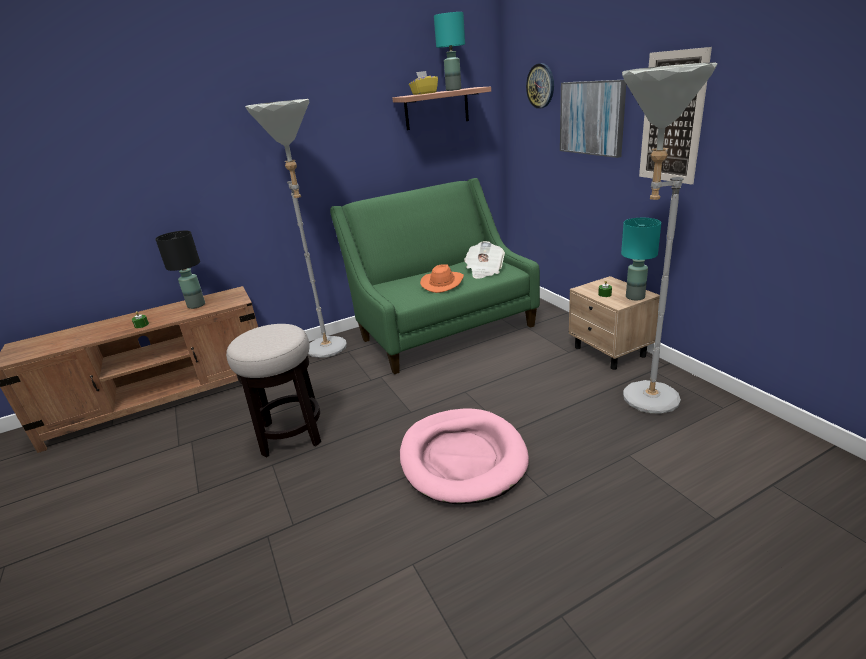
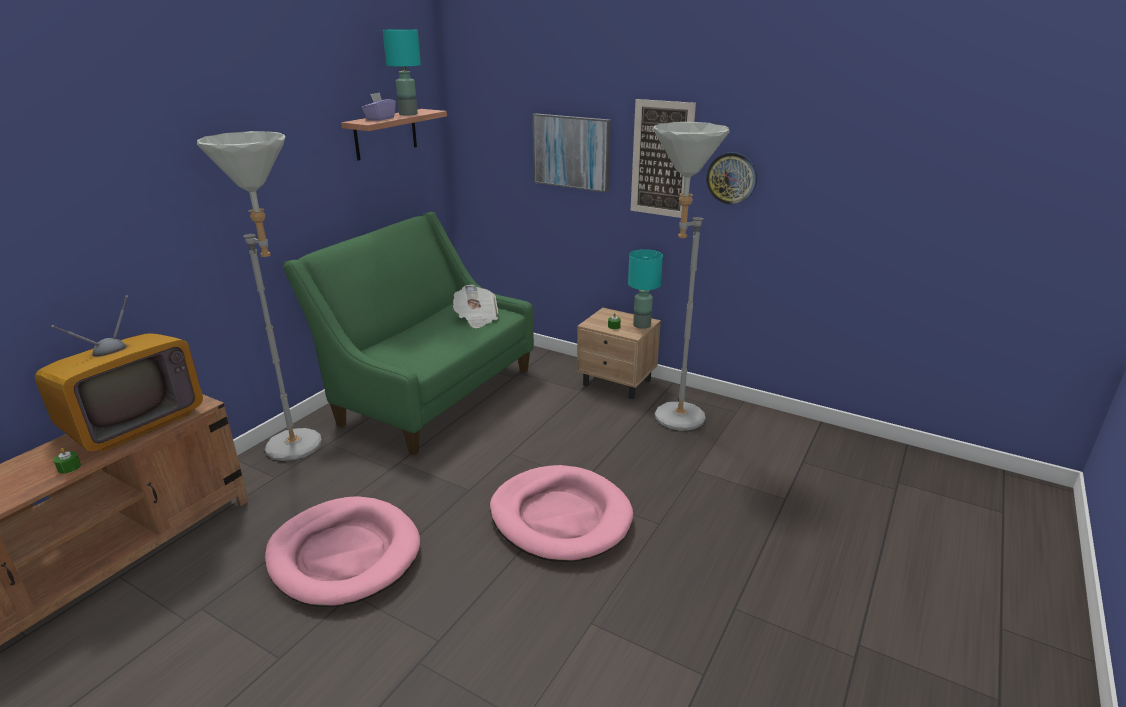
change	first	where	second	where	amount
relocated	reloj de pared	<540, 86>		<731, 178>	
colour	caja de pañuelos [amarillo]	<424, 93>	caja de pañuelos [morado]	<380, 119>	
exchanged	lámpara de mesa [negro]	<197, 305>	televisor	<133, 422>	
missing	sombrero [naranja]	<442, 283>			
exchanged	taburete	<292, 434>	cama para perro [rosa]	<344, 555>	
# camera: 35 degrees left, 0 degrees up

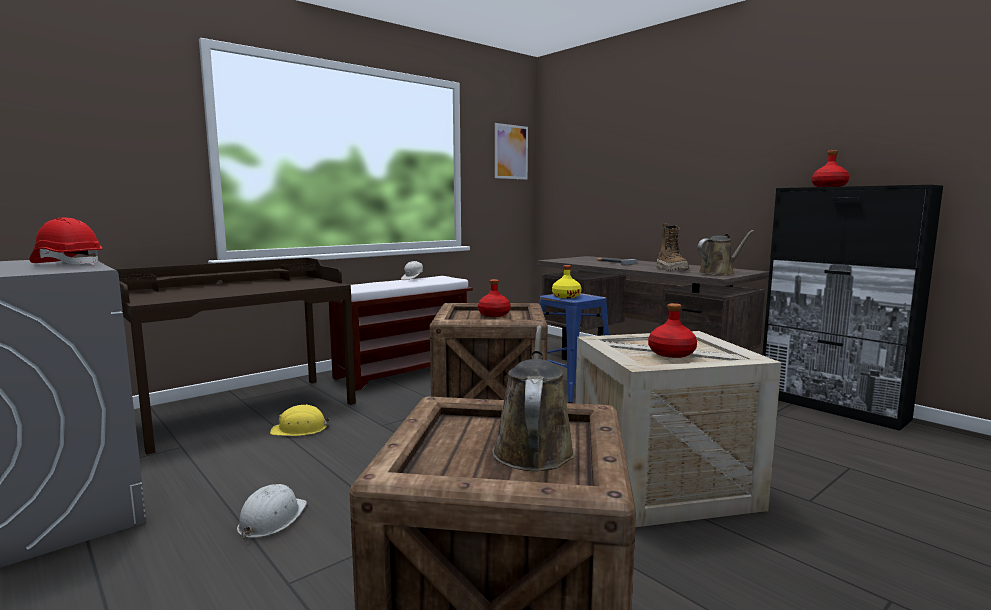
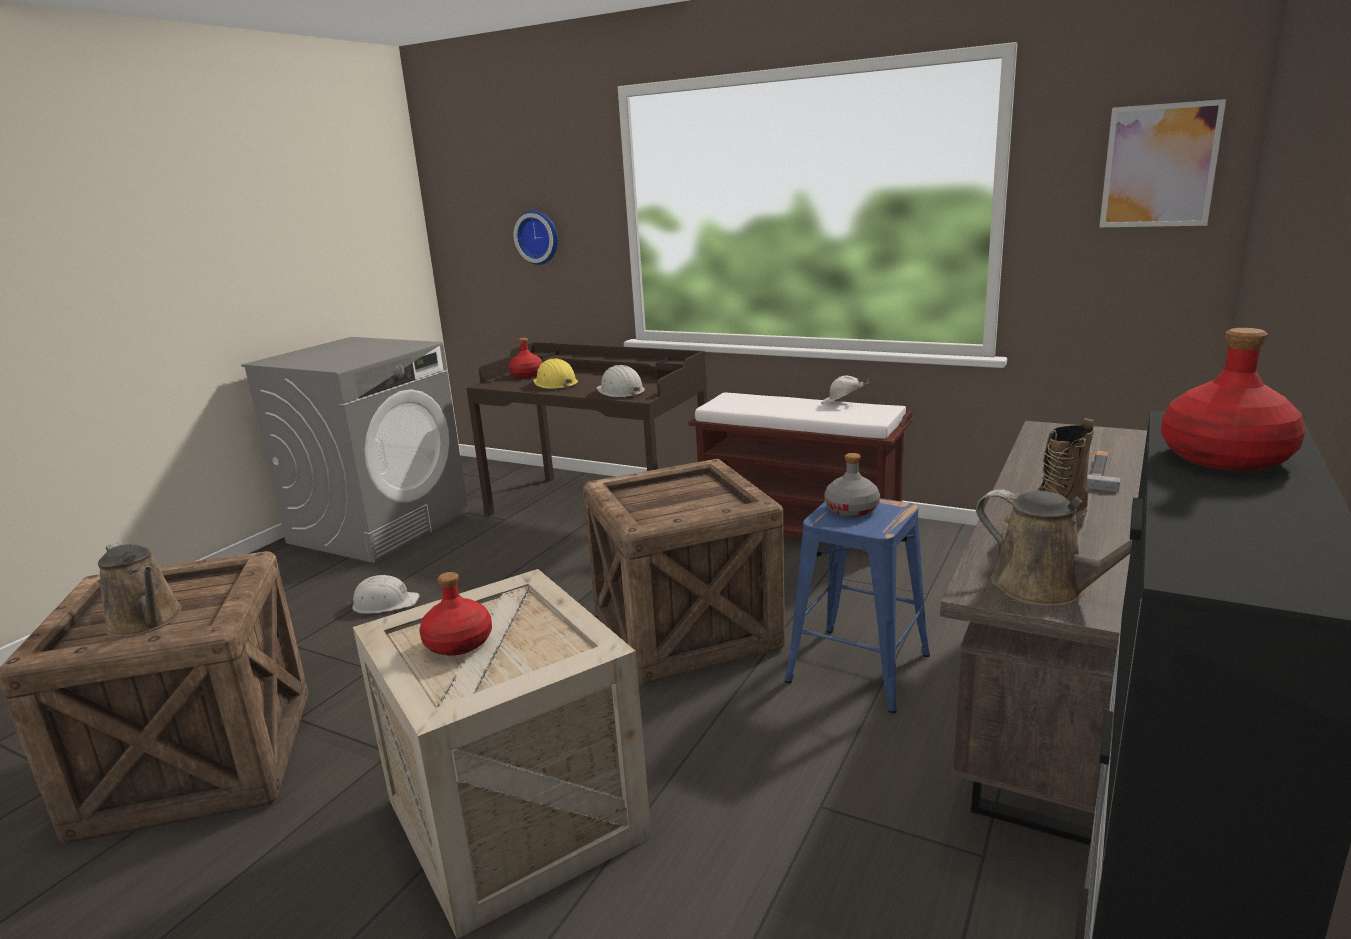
change	first	where	second	where	amount
missing	casco [rojo]	<68, 264>			
colour	botella [amarillo]	<566, 296>	botella [gris]	<852, 509>	
relocated	botella [rojo]	<494, 314>		<527, 375>	
spun	regadera [marrón]	<533, 449>		<147, 621>	60 degrees clockwise
relocated	casco [amarillo]	<300, 429>		<555, 383>	
appeared			reloj de pared	<538, 237>	
appeared			casco [blanco]	<620, 391>	
# camera: 70 degrees right, 10 degrees up

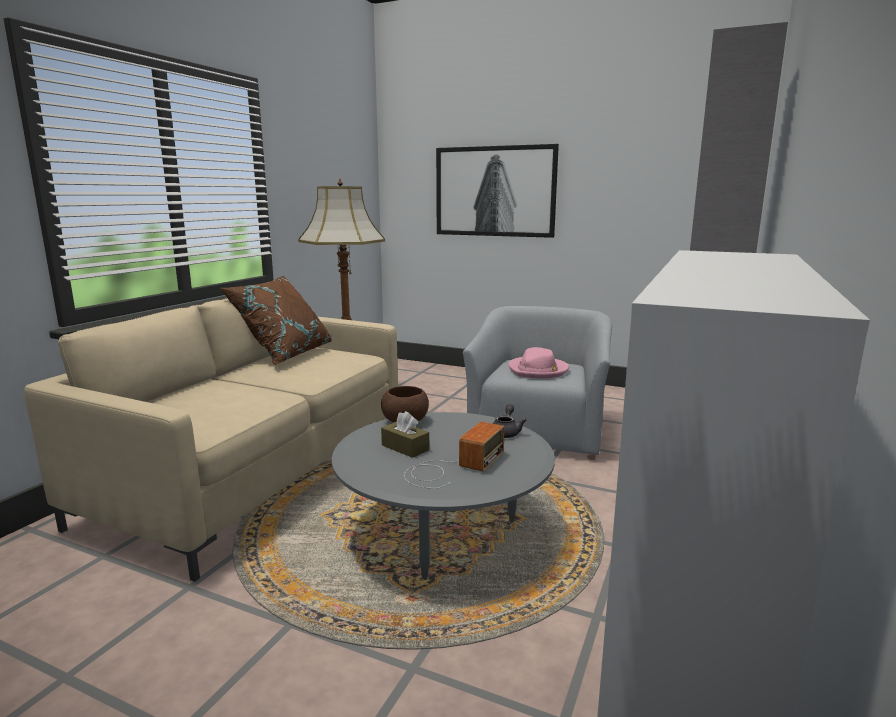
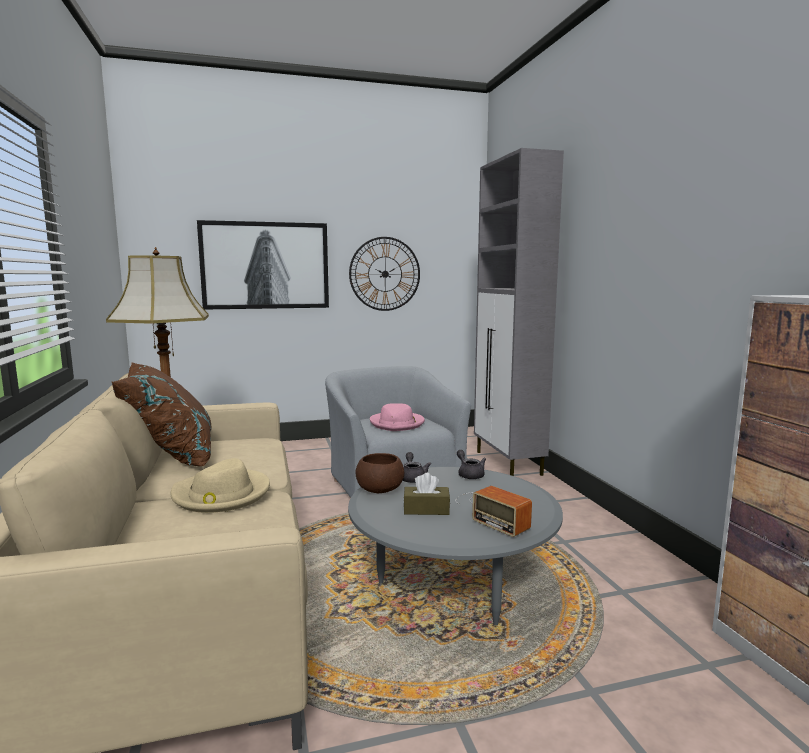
change	first	where	second	where	amount
spun	radio	<452, 467>		<491, 511>	150 degrees clockwise
appeared			reloj de pared	<385, 274>	
appeared			tetera [gris]	<413, 478>	
appeared			sombrero [beis]	<221, 495>	
# camera: 40 degrees left, 5 degrees down

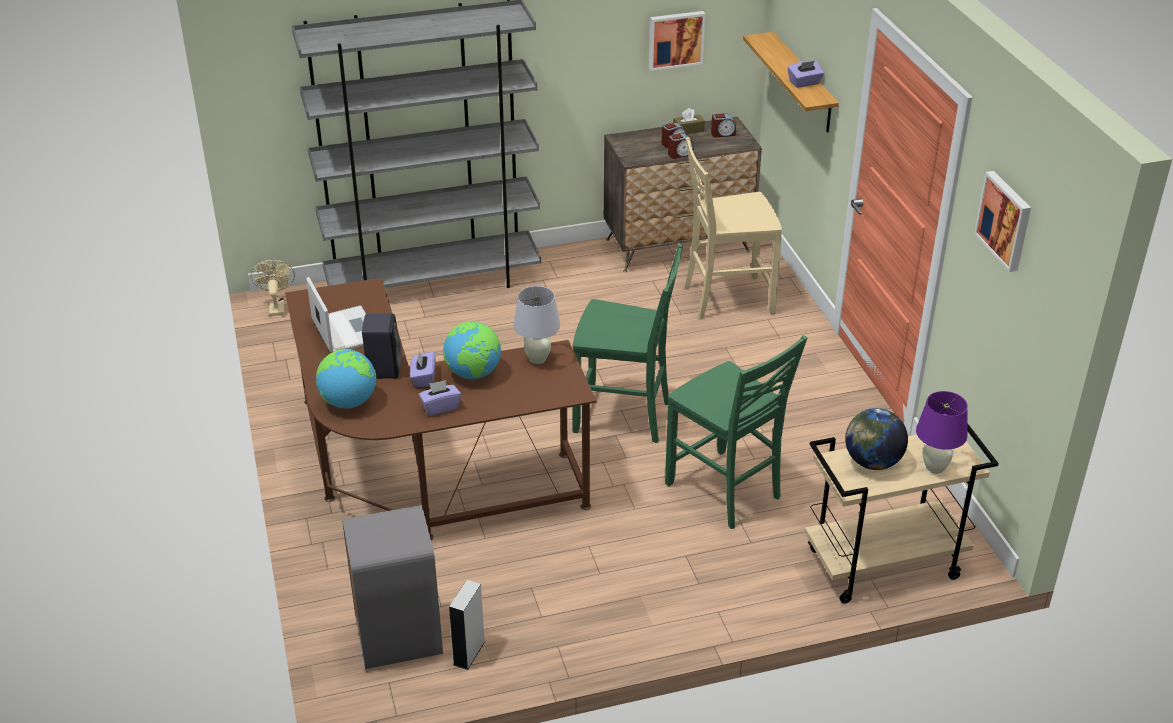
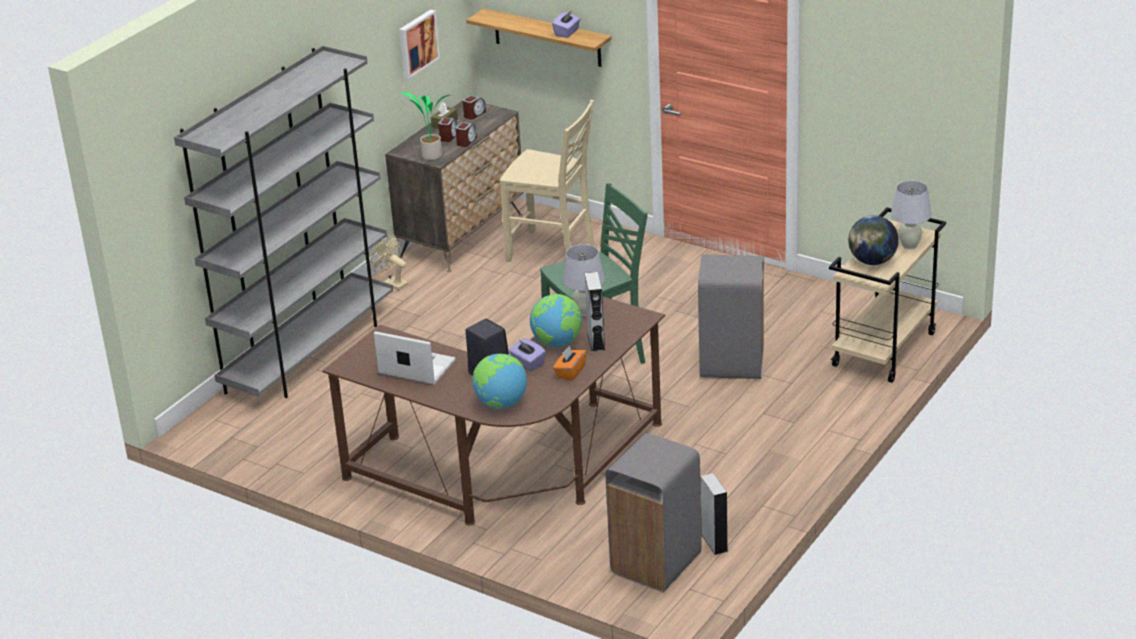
change	first	where	second	where	amount
spun	silla [beis]	<726, 298>		<552, 252>	105 degrees counterclockwise
missing	cuadro	<1005, 220>			
relocated	ventilador [beis]	<276, 306>		<391, 283>	
exchanged	silla [verde]	<725, 491>	papelera [gris]	<732, 365>	
colour	caja de pañuelos [morado]	<440, 407>	caja de pañuelos [naranja]	<570, 372>	
colour	lámpara de mesa [morado]	<934, 467>	lámpara de mesa [blanco]	<909, 246>	
appeared			planta en maceta	<430, 156>	
appeared			altavoz [gris]	<596, 341>	
# camera: 40 degrees left, 5 degrees down

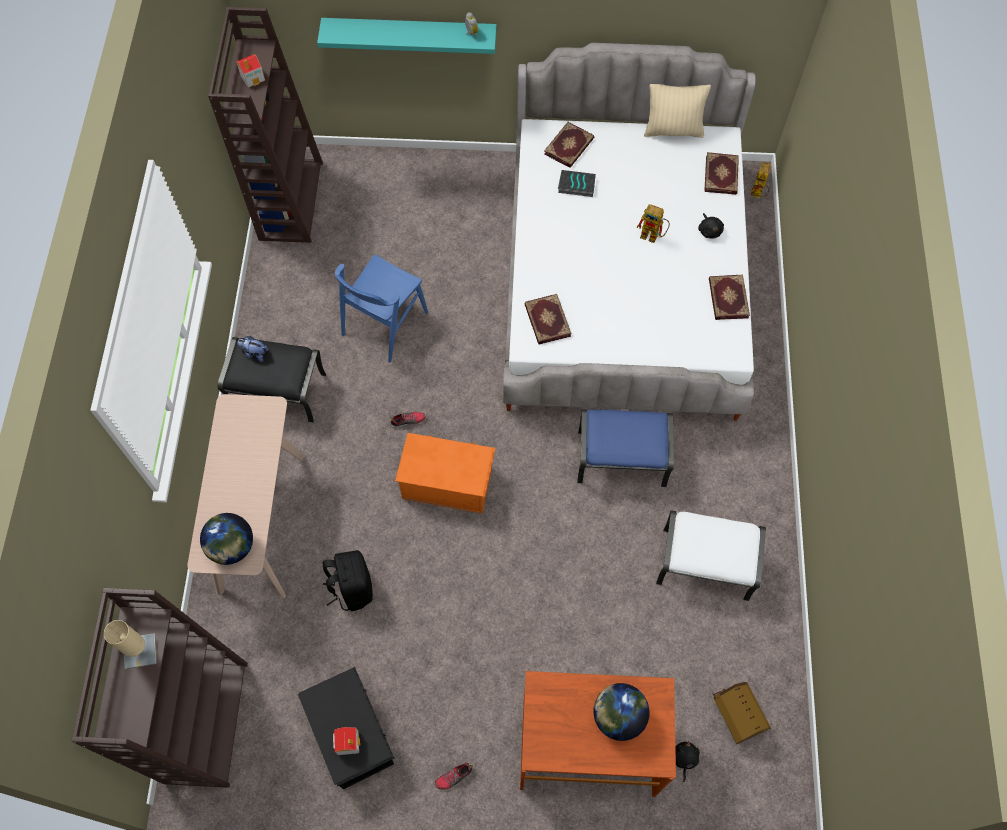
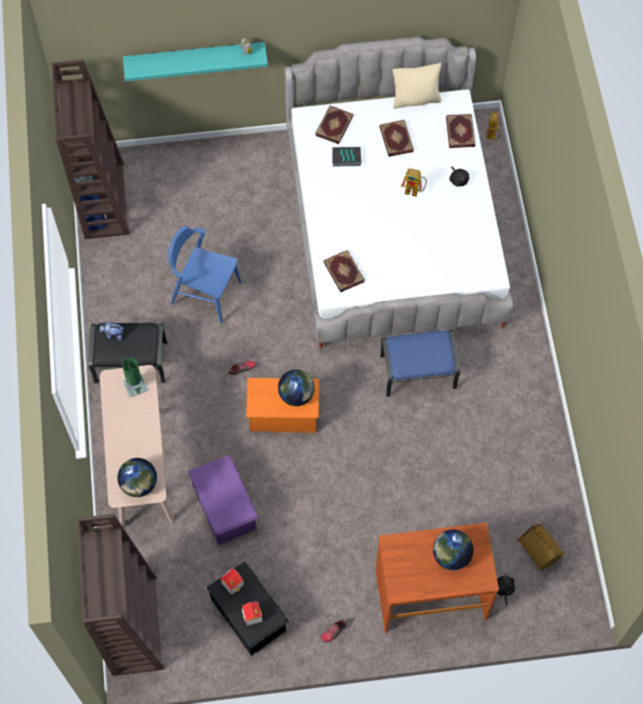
change	first	where	second	where	amount
relocated	casita	<253, 77>		<233, 583>	
spun	silla [azul]	<384, 323>		<205, 293>	90 degrees clockwise
relocated	libro	<727, 298>		<395, 139>	
missing	puf [blanco]	<704, 565>			
exchanged	mochila [negro]	<352, 588>	caja de almacenaje [morado]	<225, 506>	
missing	lámpara de mesa [beis]	<140, 651>			
appeared			lámpara de mesa [verde]	<135, 385>	
appeared			globo terráqueo	<296, 395>	
# camera: 10 degrees left, 0 degrees up

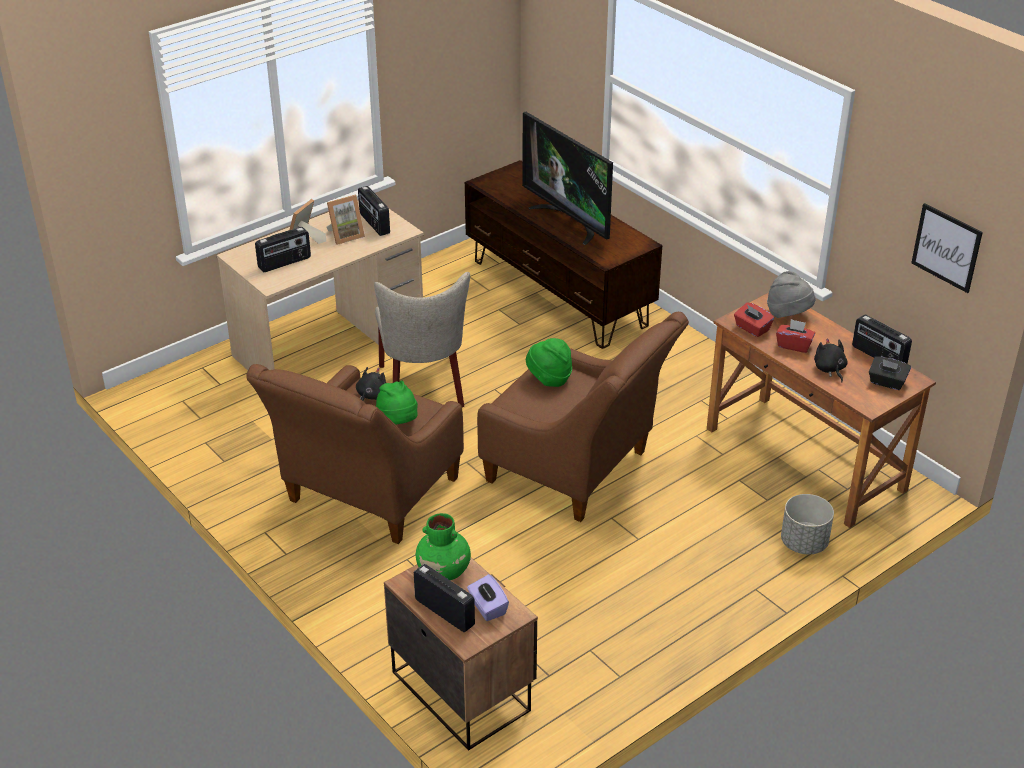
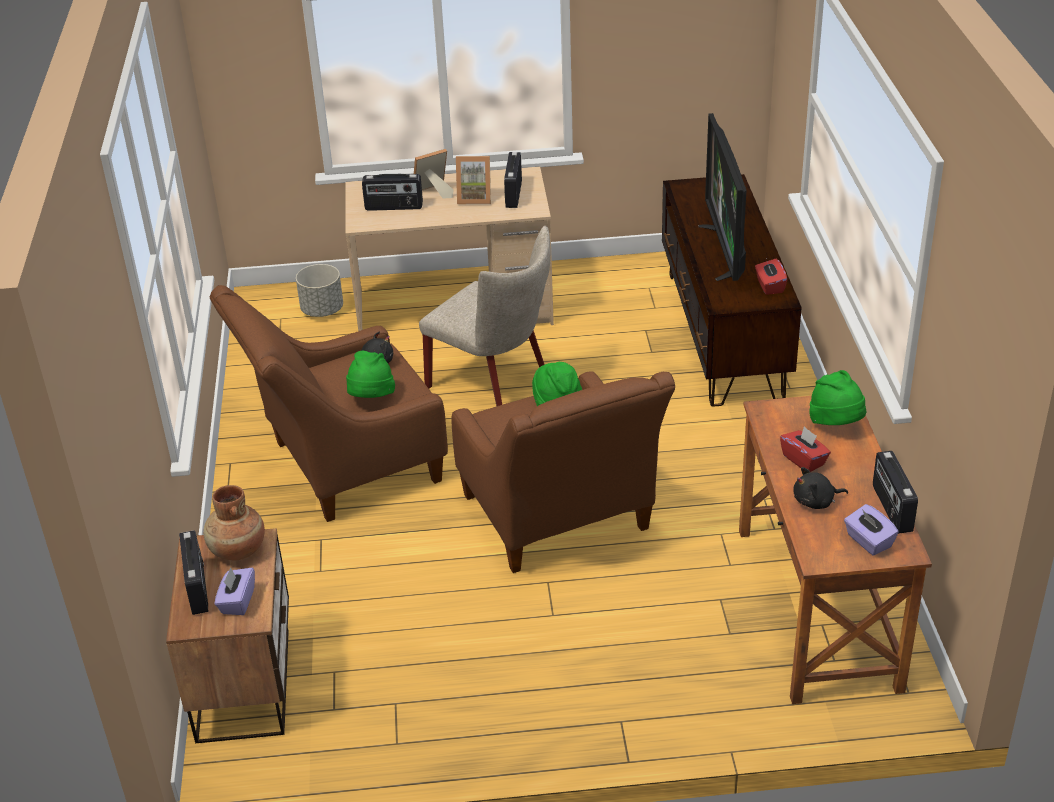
change	first	where	second	where	amount
missing	cuadro	<946, 247>			
colour	sombrero [gris]	<788, 314>	sombrero [verde]	<836, 424>	
spun	silla [beis]	<424, 390>		<495, 384>	75 degrees counterclockwise
relocated	caja de pañuelos [rojo]	<752, 328>		<769, 286>	
spun	peluche [negro]	<829, 369>		<816, 501>	120 degrees counterclockwise
colour	caja de pañuelos [negro]	<887, 382>	caja de pañuelos [morado]	<868, 541>	
relocated	maceta [gris]	<804, 543>		<322, 310>	
colour	florero [verde]	<444, 571>	florero [marrón]	<237, 550>	
# camera: 35 degrees right, 0 degrees up

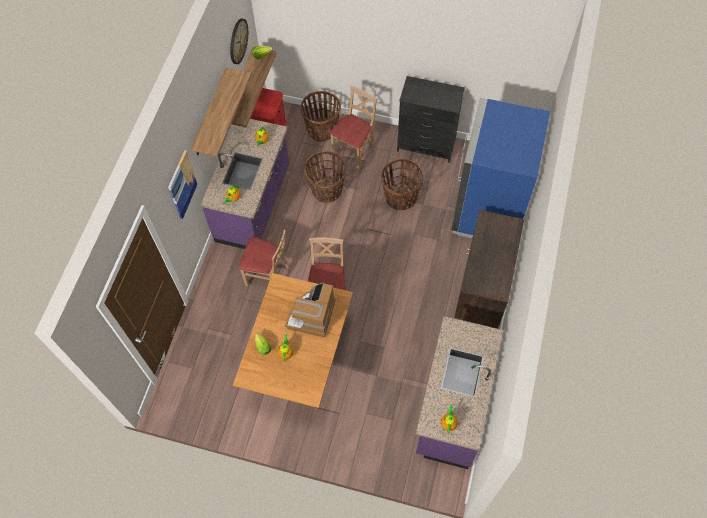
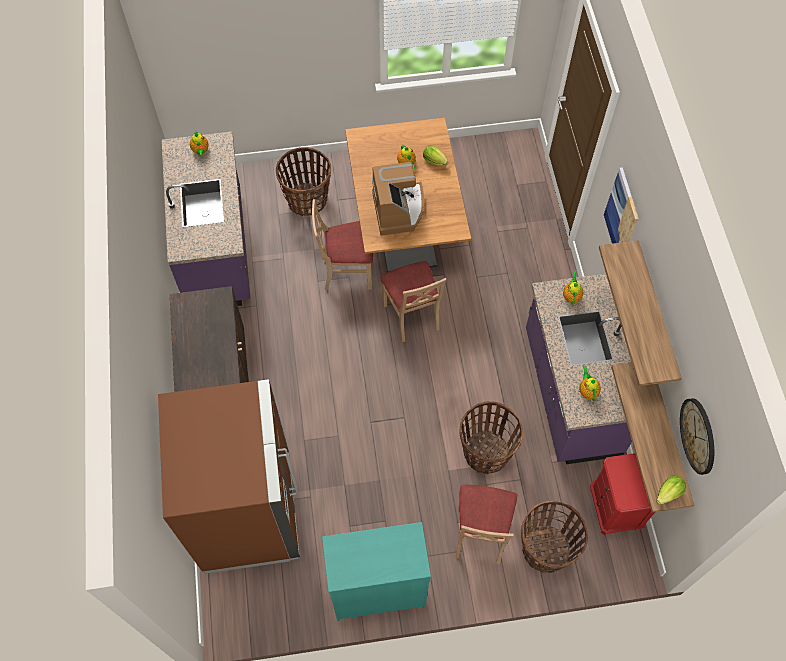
change	first	where	second	where	amount
colour	cómoda [negro]	<426, 145>	cómoda [turquesa]	<377, 588>	
colour	nevera [azul]	<488, 210>	nevera [marrón]	<248, 513>	
relocated	cesta	<400, 198>		<307, 200>	
relocated	silla [beis]	<268, 275>		<347, 271>	
# camera: 155 degrees right, 0 degrees up

